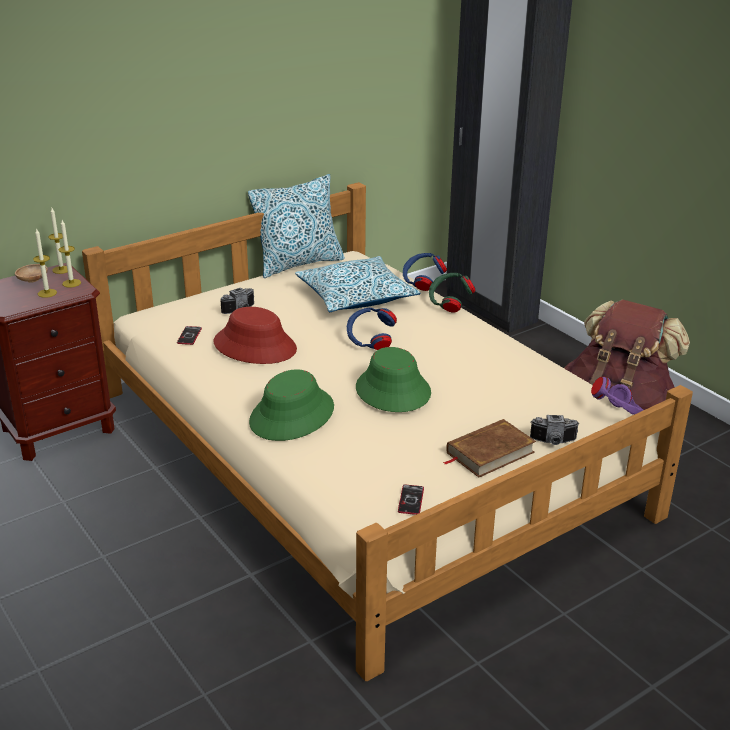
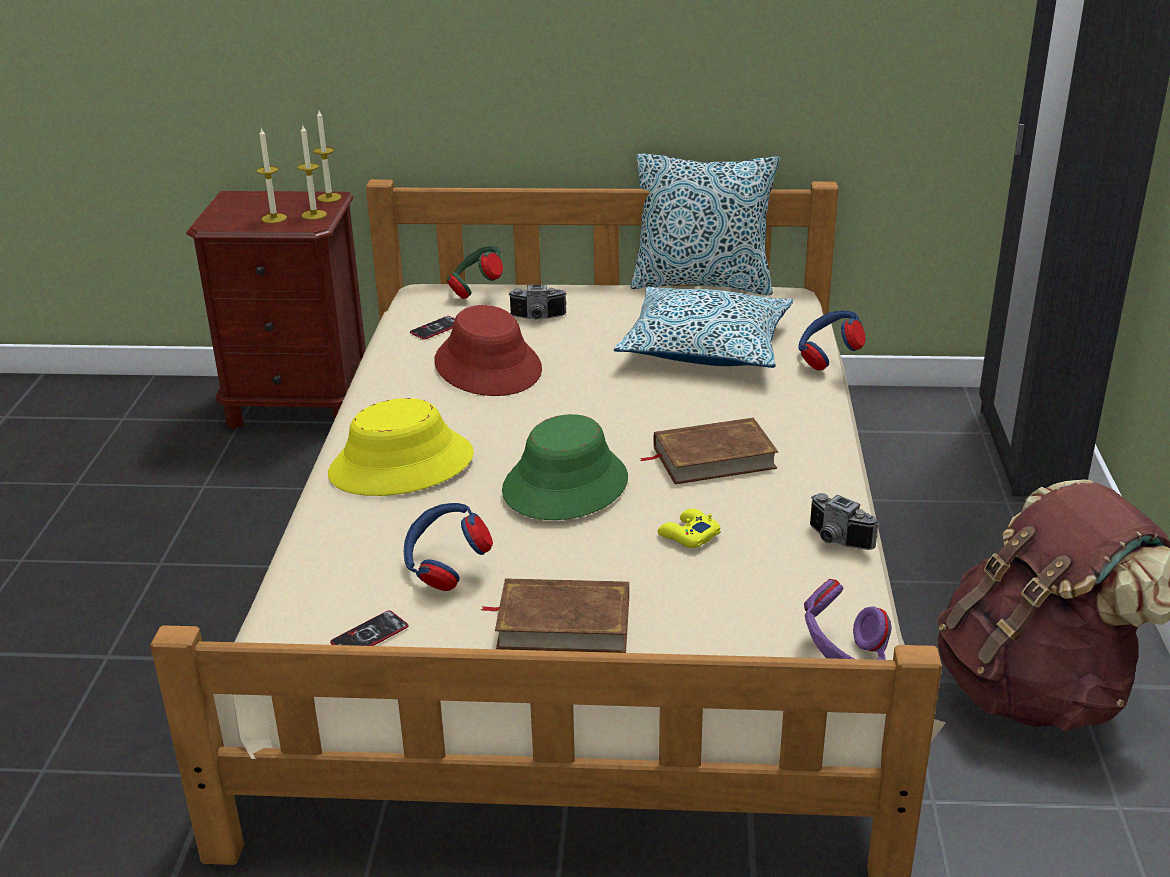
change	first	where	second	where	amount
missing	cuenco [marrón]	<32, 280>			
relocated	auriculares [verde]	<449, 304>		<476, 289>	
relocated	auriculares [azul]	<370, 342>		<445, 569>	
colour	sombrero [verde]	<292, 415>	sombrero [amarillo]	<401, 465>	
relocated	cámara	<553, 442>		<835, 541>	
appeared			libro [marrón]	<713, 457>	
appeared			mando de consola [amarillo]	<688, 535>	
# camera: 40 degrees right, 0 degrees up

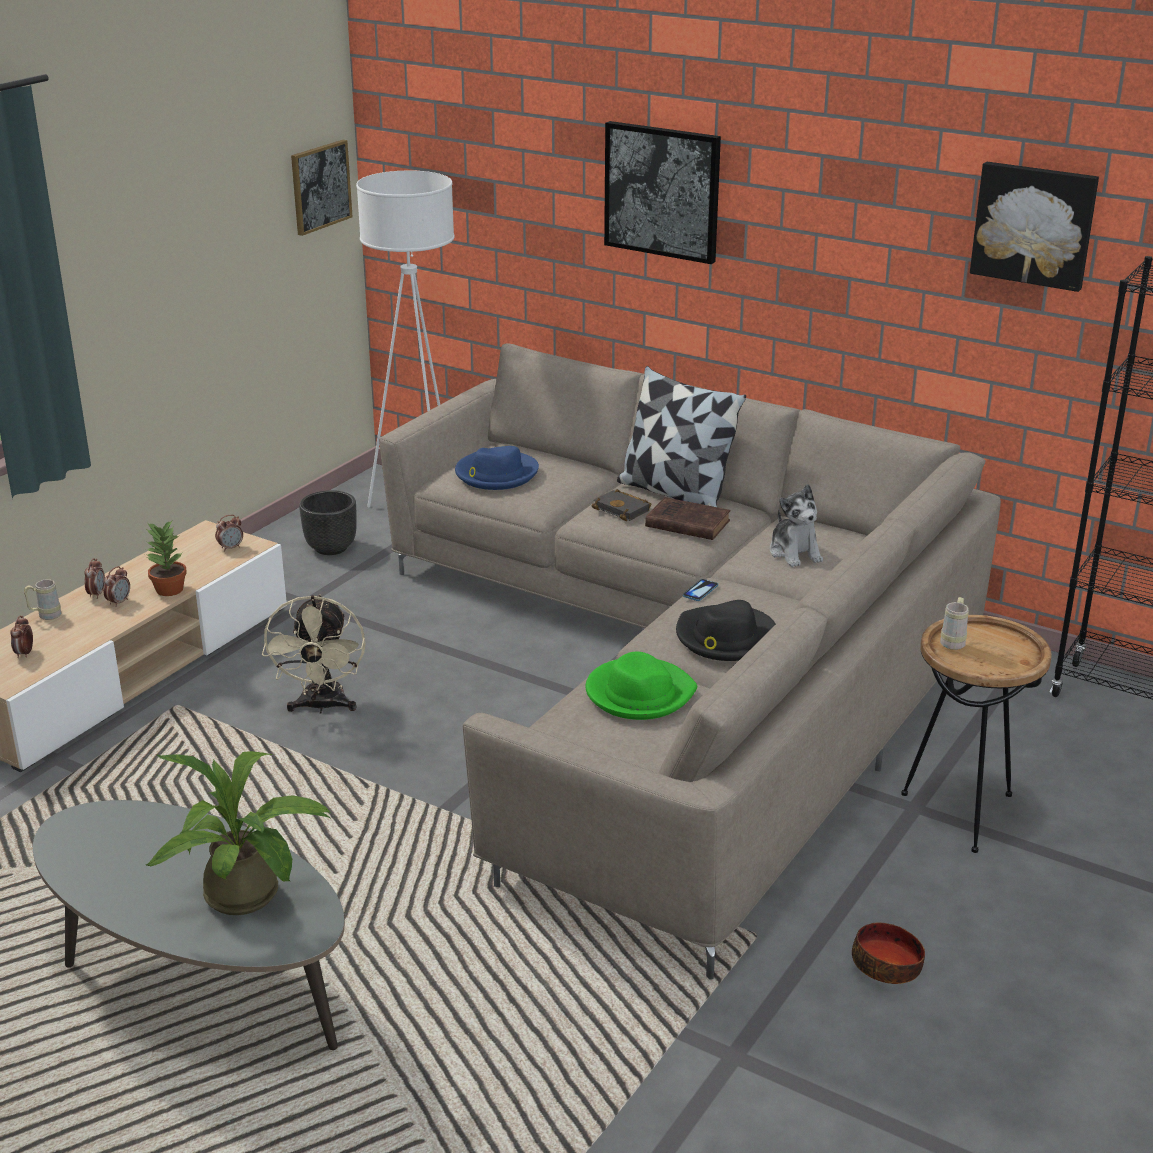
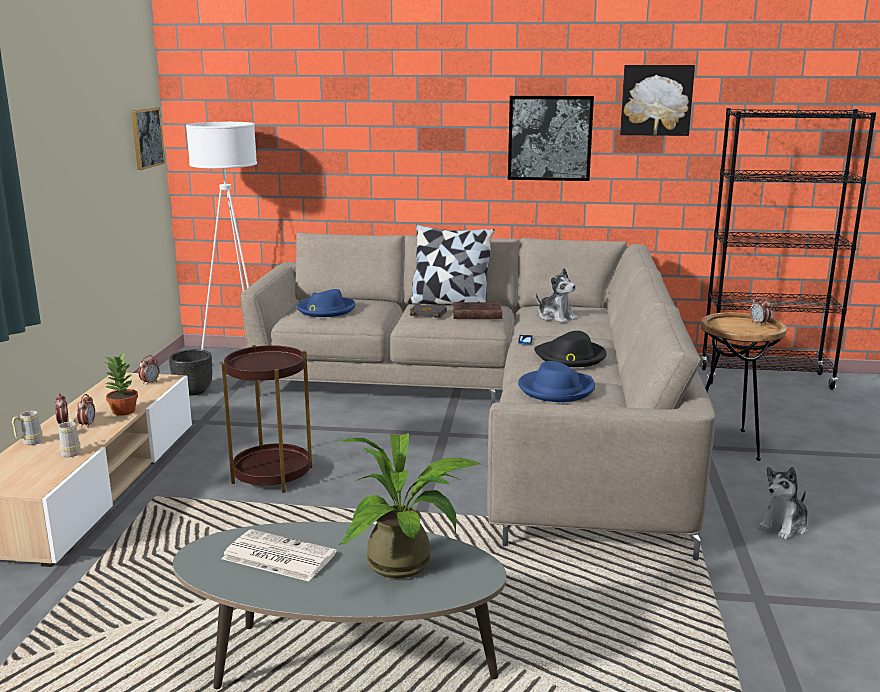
change	first	where	second	where	amount
relocated	cuadro	<662, 191>		<549, 138>	
exchanged	ventilador [beis]	<322, 706>	mesa auxiliar [marrón]	<272, 475>	
relocated	taza grande [beis]	<953, 641>		<72, 451>	
relocated	despertador	<24, 653>		<759, 323>	
colour	sombrero [verde]	<639, 693>	sombrero [azul]	<556, 389>	
exchanged	cuenco	<887, 966>	peluche	<784, 526>	
appeared			periódico	<277, 556>	
# camera: 25 degrees left, 10 degrees down

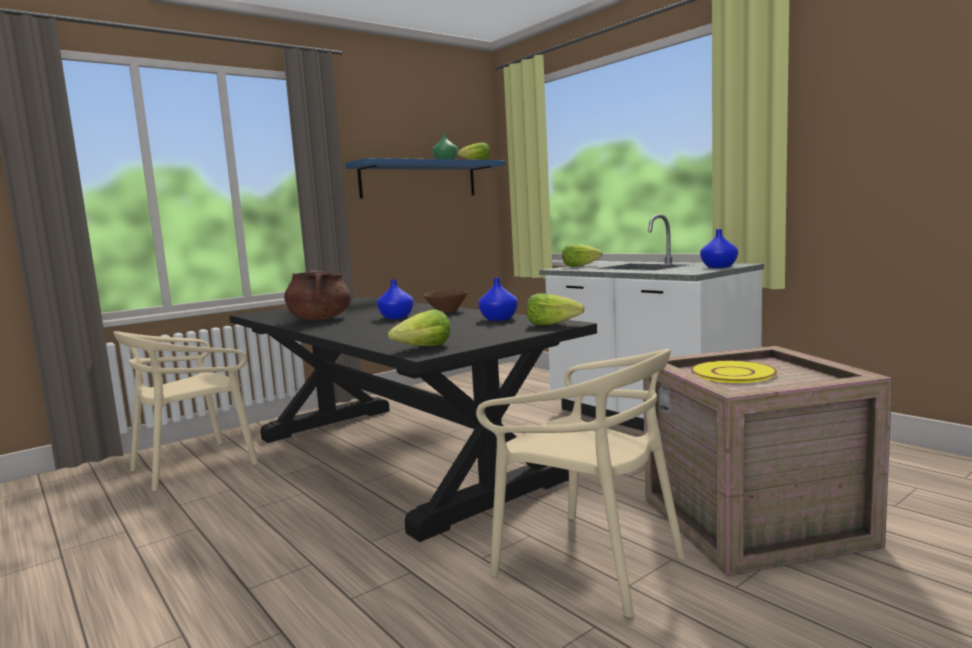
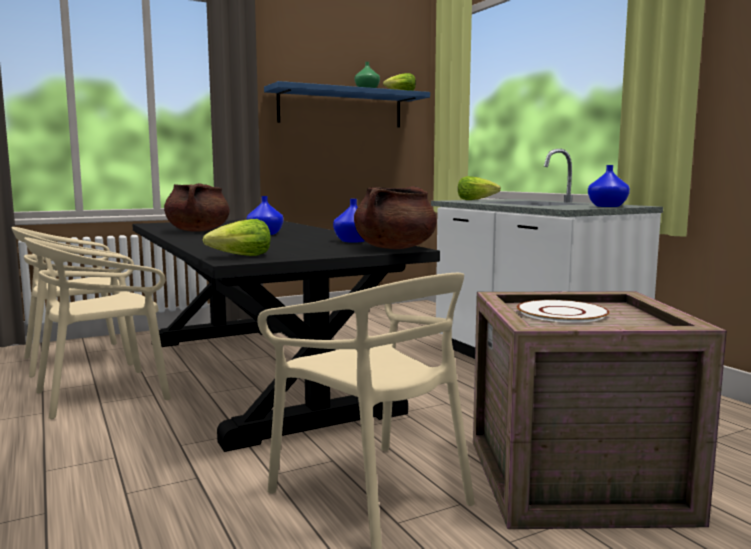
change	first	where	second	where	amount
missing	cuenco [marrón]	<446, 311>			
exchanged	lechuga	<553, 324>	olla [marrón]	<395, 248>	
colour	plato [amarillo]	<732, 373>	plato [blanco]	<561, 313>	
appeared			silla [beis]	<104, 394>	
# camera: 10 degrees right, 0 degrees up

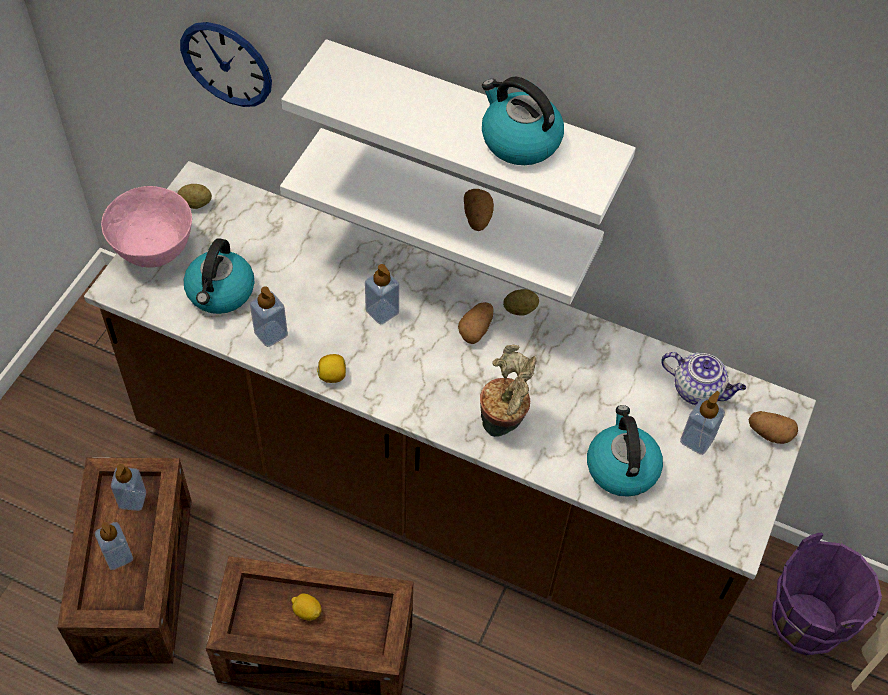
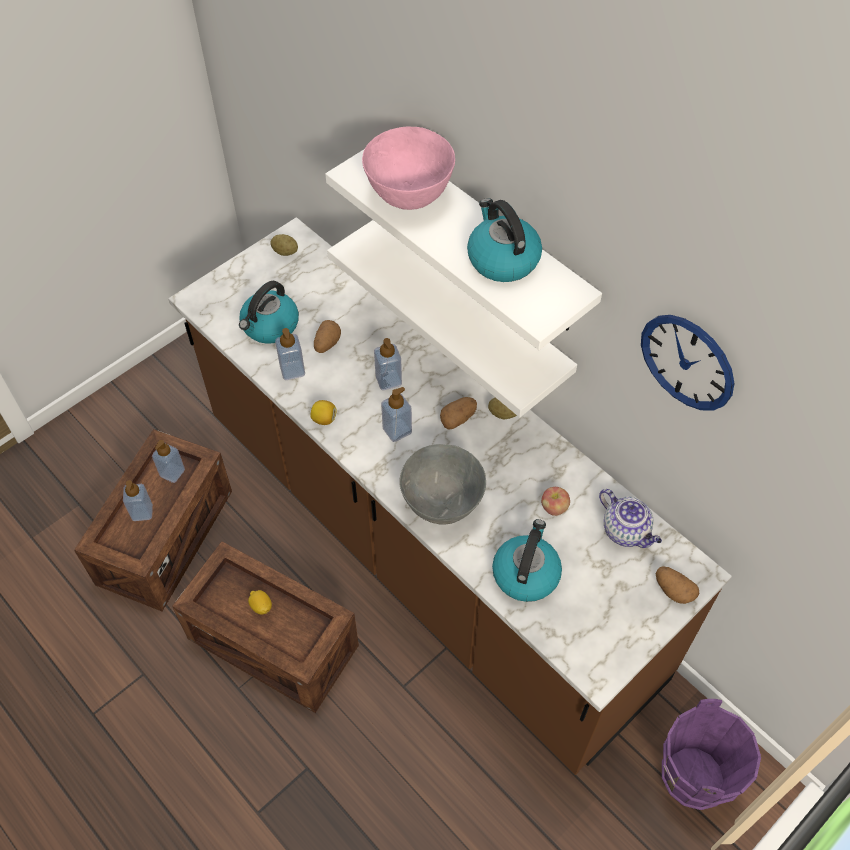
change	first	where	second	where	amount
relocated	reloj de pared	<226, 64>		<687, 362>	
relocated	cuenco [rosa]	<155, 251>		<410, 196>	
relocated	patata	<477, 218>		<326, 343>	
exchanged	planta en maceta	<504, 424>	cuenco [gris]	<443, 504>	
relocated	dispensador de jabón	<696, 440>		<397, 430>	
appeared			manzana	<554, 508>	
# camera: 25 degrees right, 0 degrees up

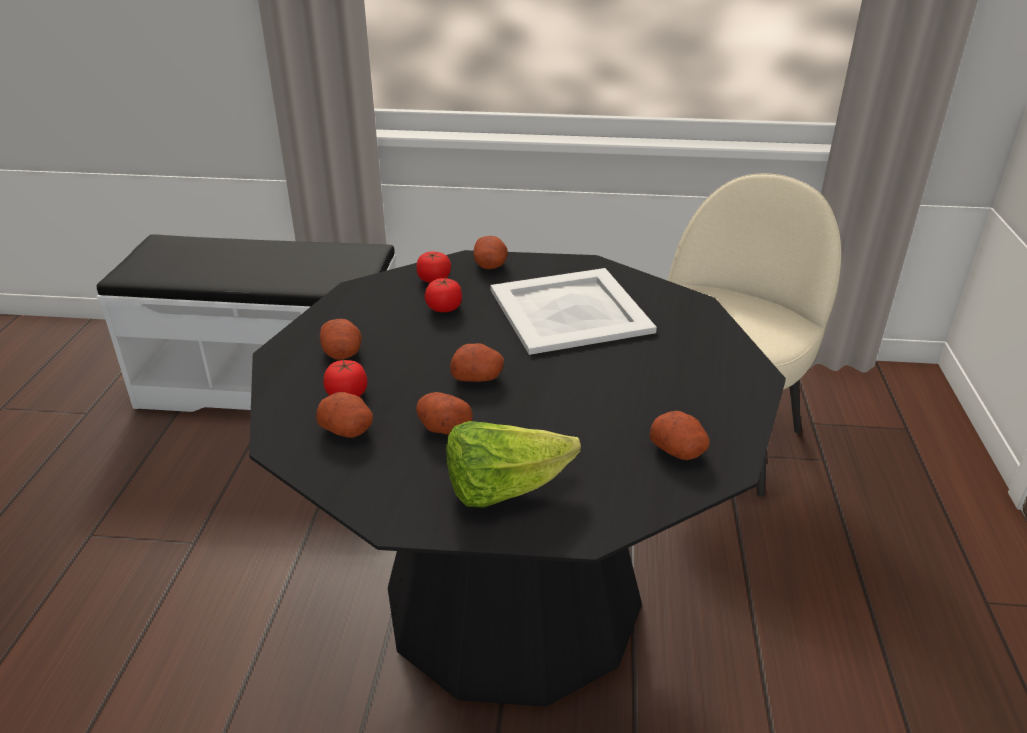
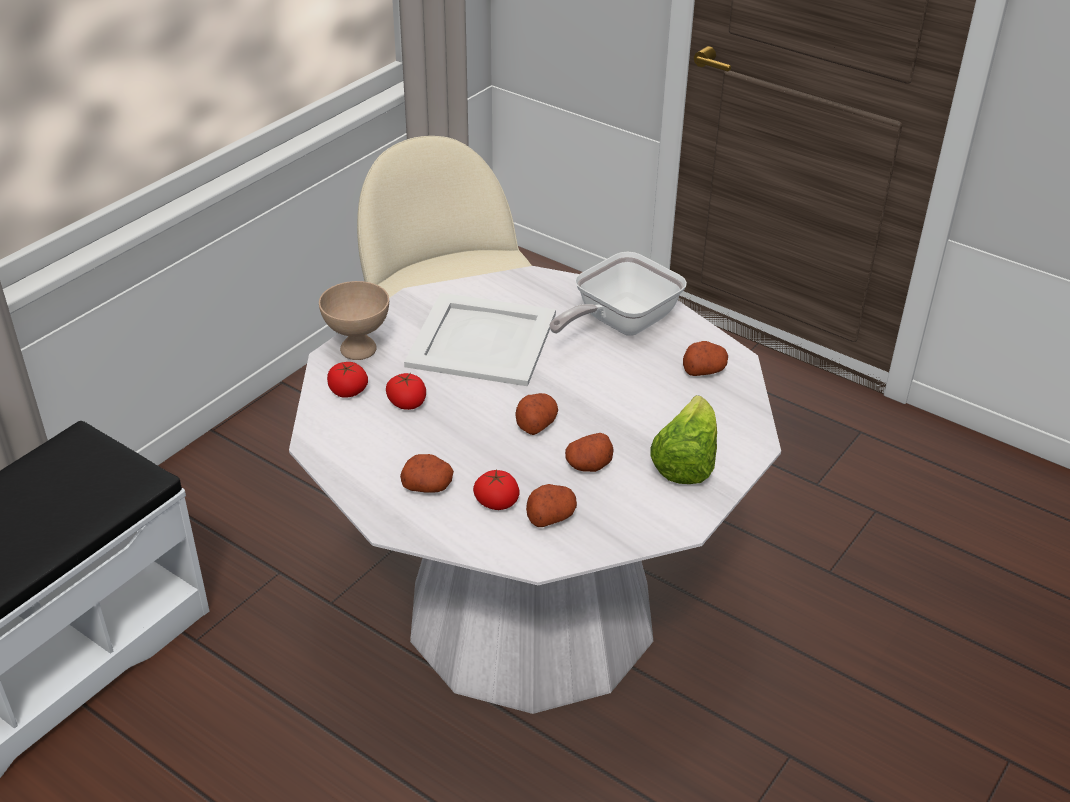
change	first	where	second	where	amount
exchanged	patata	<490, 265>	cuenco [beis]	<358, 350>	
colour	mesa de comedor [negro]	<513, 596>	mesa de comedor [blanco]	<531, 611>	
appeared			sartén	<618, 323>	
# camera: 60 degrees left, 5 degrees up

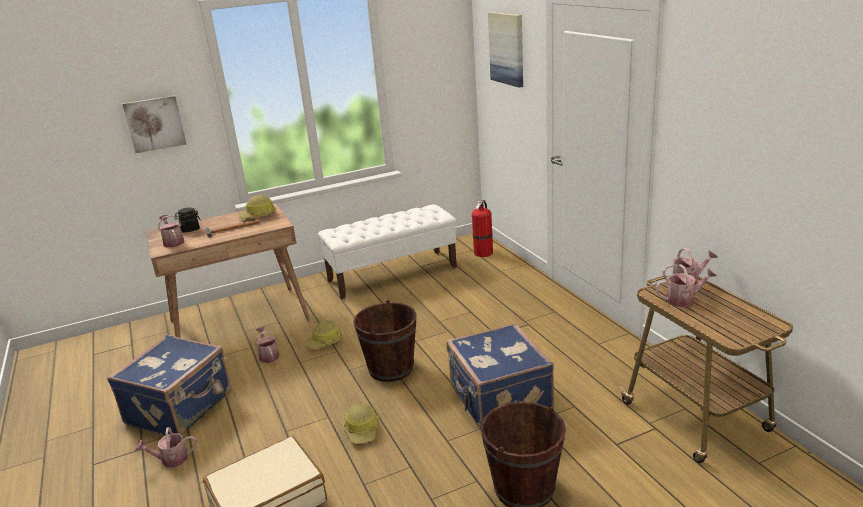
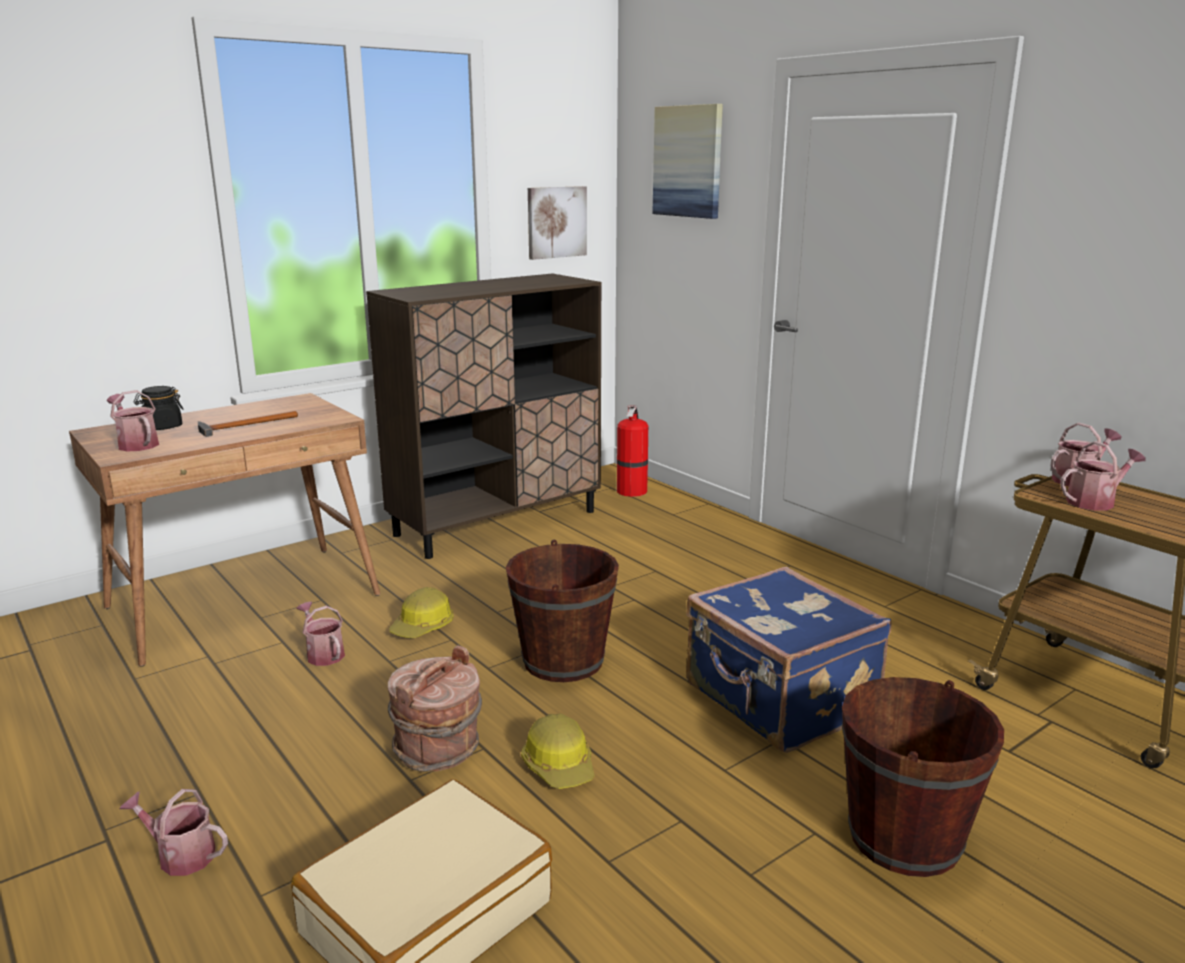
change	first	where	second	where	amount
relocated	cuadro	<155, 124>		<556, 222>	
missing	casco	<258, 215>			
exchanged	banco [blanco]	<392, 274>	armario [marrón]	<497, 523>	
missing	maleta [azul]	<181, 408>			
spun	regadera	<171, 459>		<181, 855>	45 degrees clockwise
appeared			cubo [marrón]	<438, 749>	
# camera: 15 degrees left, 5 degrees down

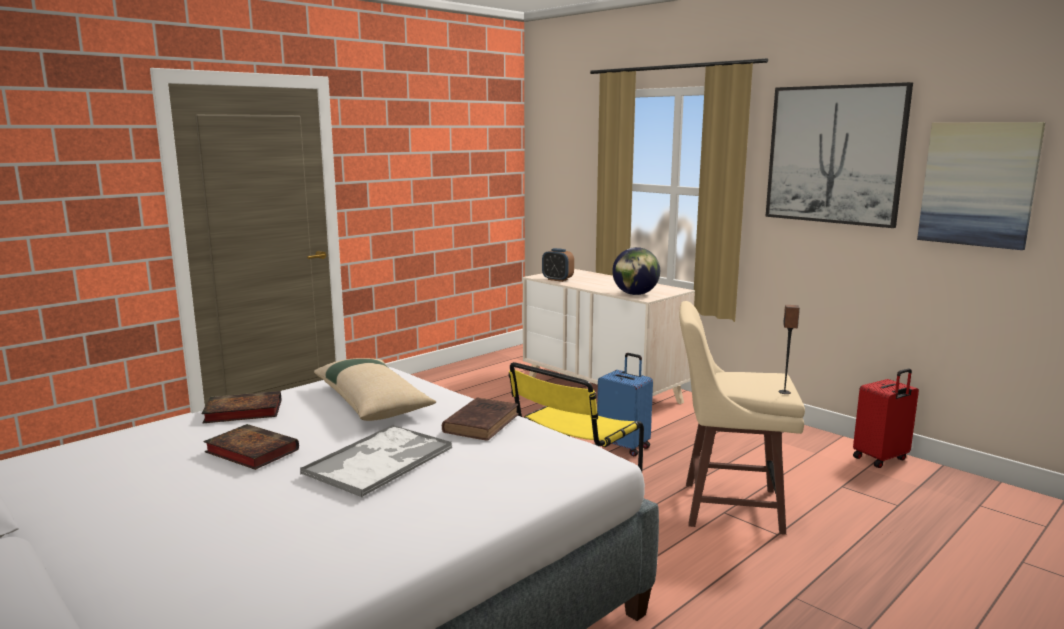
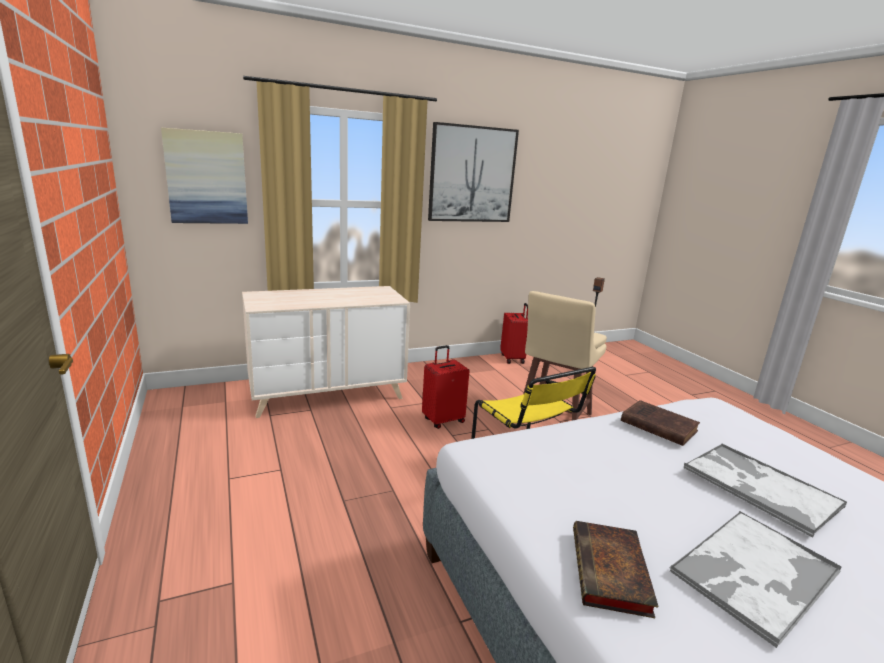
change	first	where	second	where	amount
relocated	cuadro	<978, 184>		<207, 177>	
missing	globo terráqueo	<635, 294>			
missing	despertador	<557, 279>			
colour	maleta [azul]	<624, 446>	maleta [rojo]	<443, 420>	
missing	cojín [beis]	<372, 401>			
exchanged	libro	<249, 451>	bandeja	<754, 573>	
# camera: 70 degrees left, 5 degrees up

